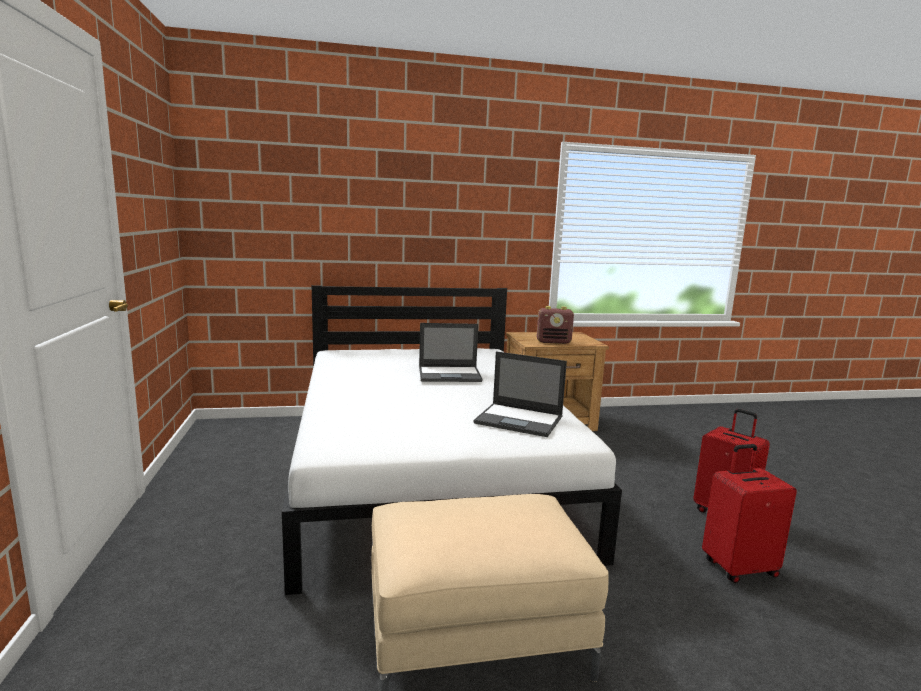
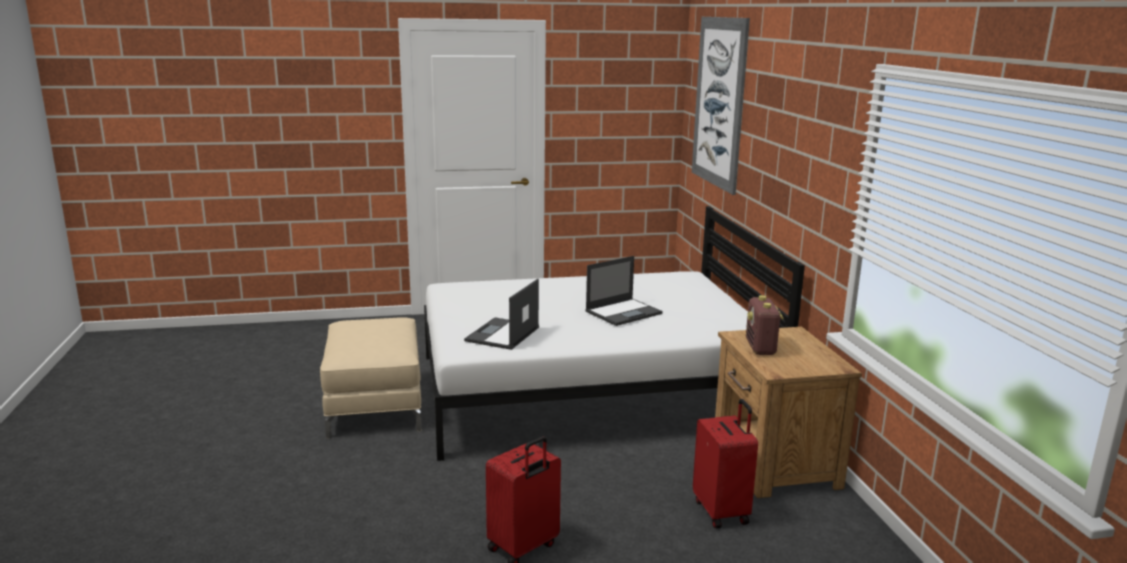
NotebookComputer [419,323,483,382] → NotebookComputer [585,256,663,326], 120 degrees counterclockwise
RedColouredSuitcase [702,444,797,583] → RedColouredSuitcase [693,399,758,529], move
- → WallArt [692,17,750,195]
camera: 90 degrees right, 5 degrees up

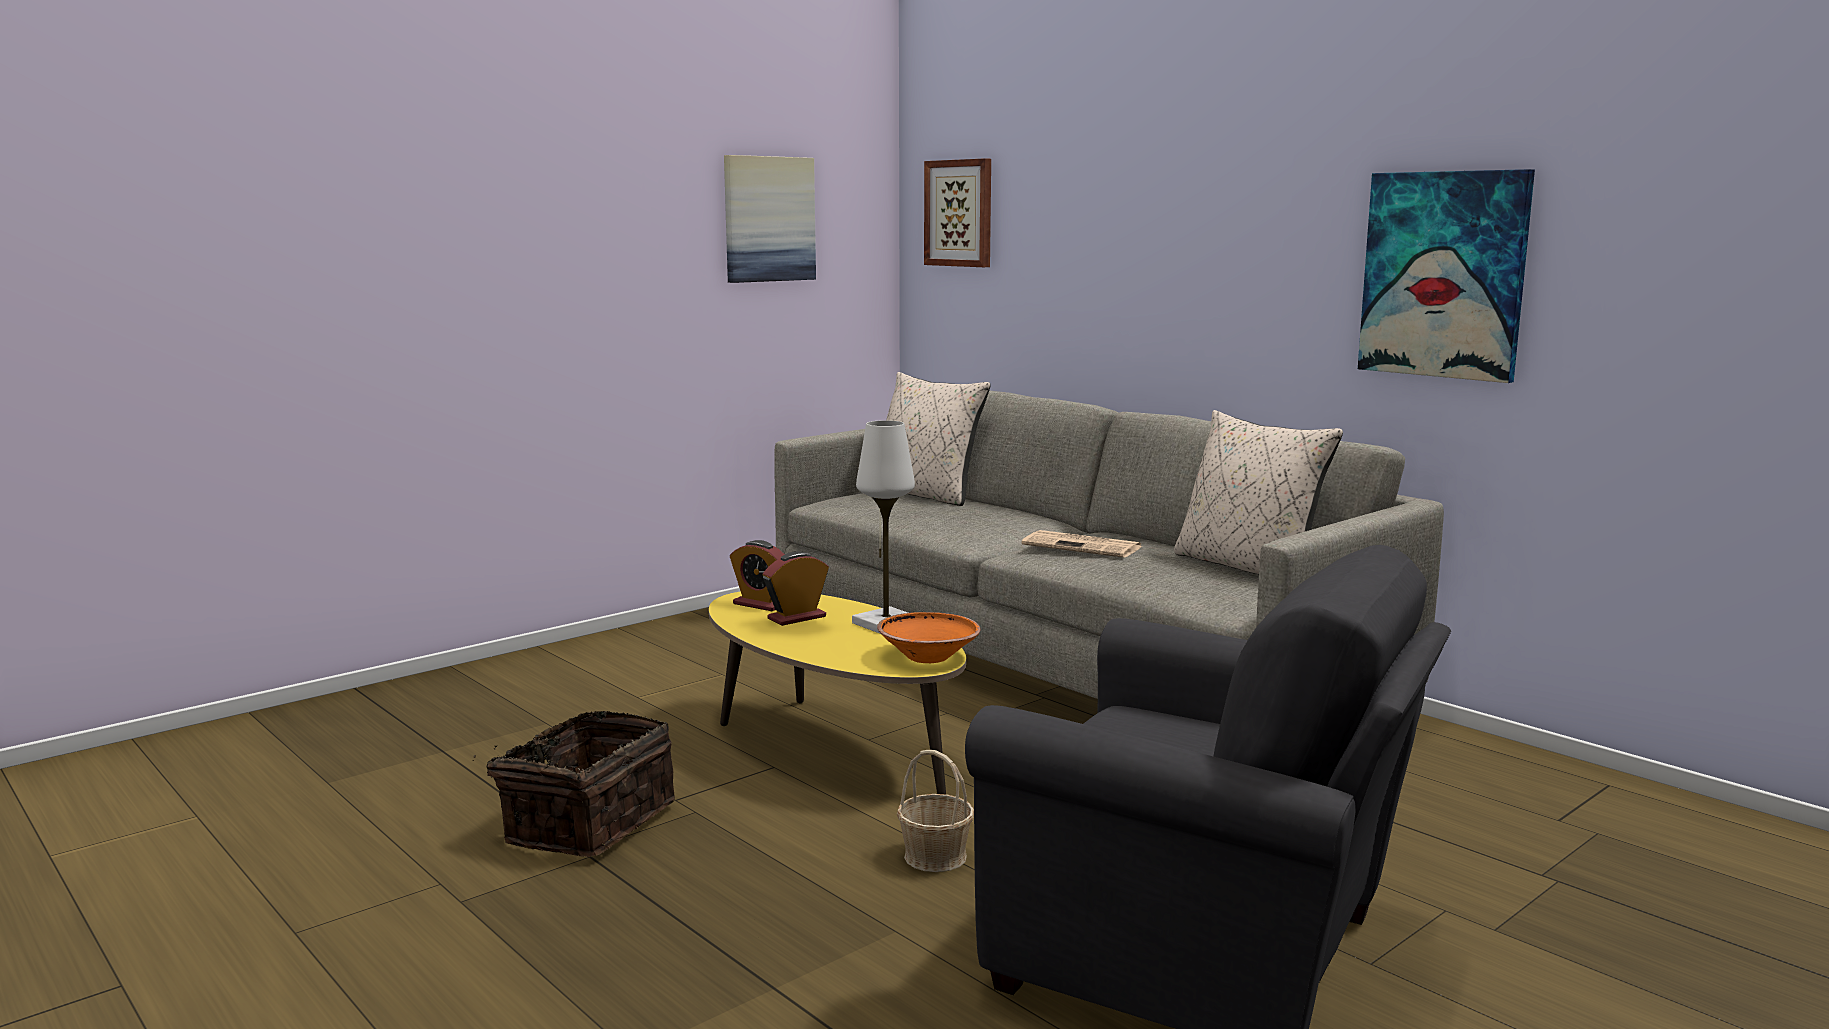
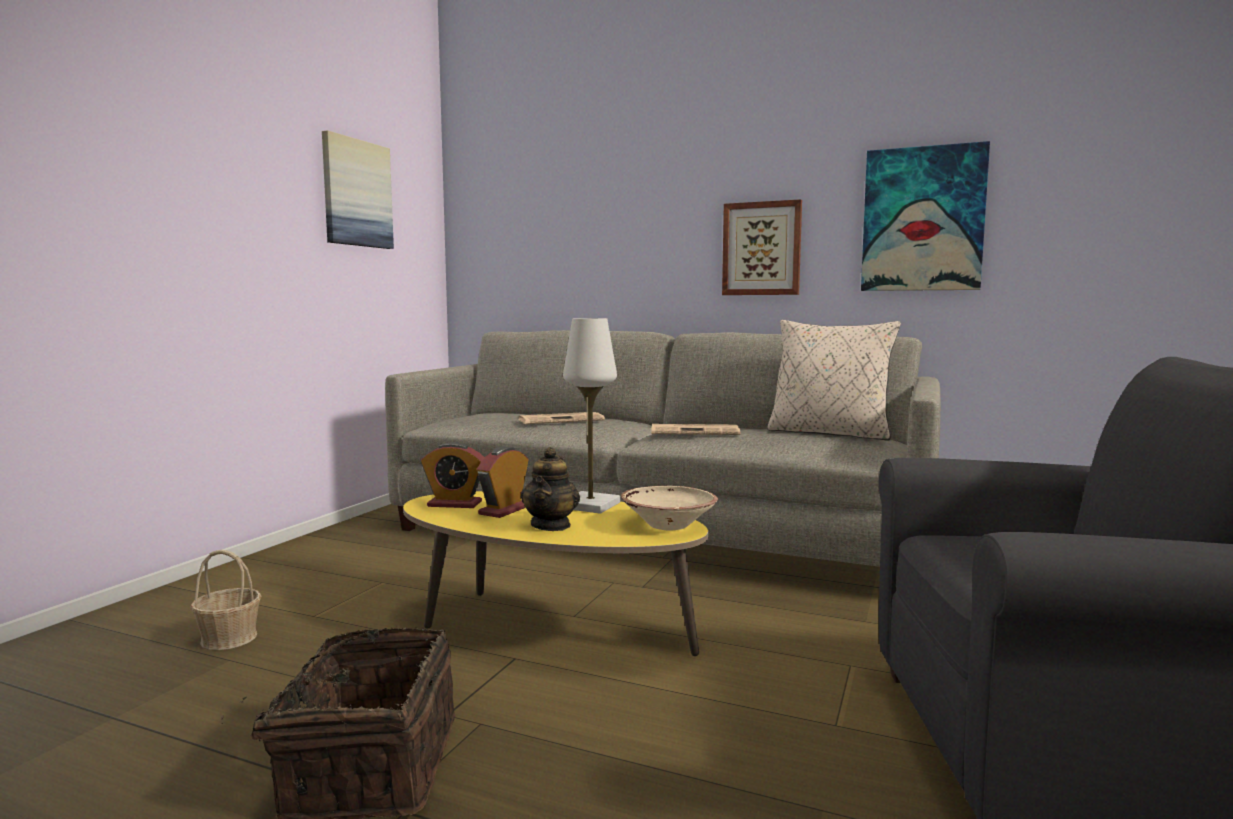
WallArt [924,158,991,267] → WallArt [722,199,802,295], move
BeigePillow [886,372,991,506] → -
OrangeyServingBowl [877,612,981,663] → BeigeServingBowl [621,486,718,530]
StorageBasket [897,750,974,872] → StorageBasket [190,550,261,650], move
- → DailyPaper [519,412,605,424]
- → PotForTea [521,447,580,531]
camera: 25 degrees left, 5 degrees down

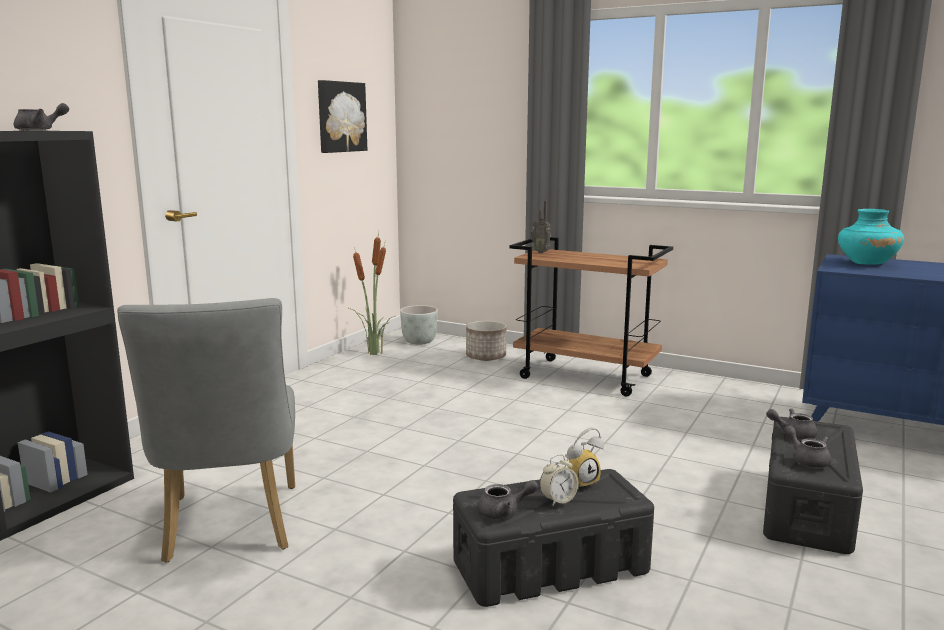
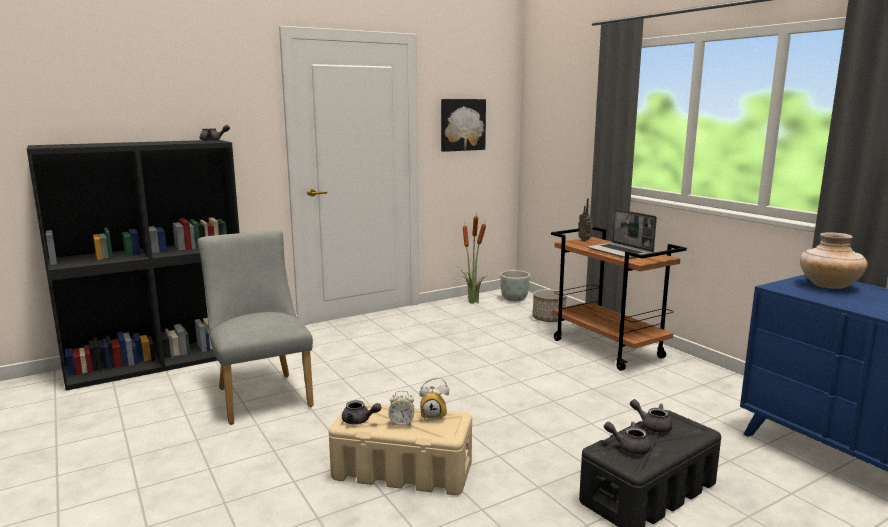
TurquoiseDecorativeVase [838,209,904,265] → BeigeDecorativeVase [800,232,868,289]
GrayPlainChair [117,298,295,563] → GrayPlainChair [198,230,314,425], 135 degrees clockwise
GrayPotForTea [784,425,831,468] → GrayPotForTea [604,422,651,454], 75 degrees counterclockwise
BlackStorageBox [453,469,654,607] → BeigeStorageBox [329,403,472,495]
- → NotebookComputer [587,209,657,259]
camera: 30 degrees right, 0 degrees up

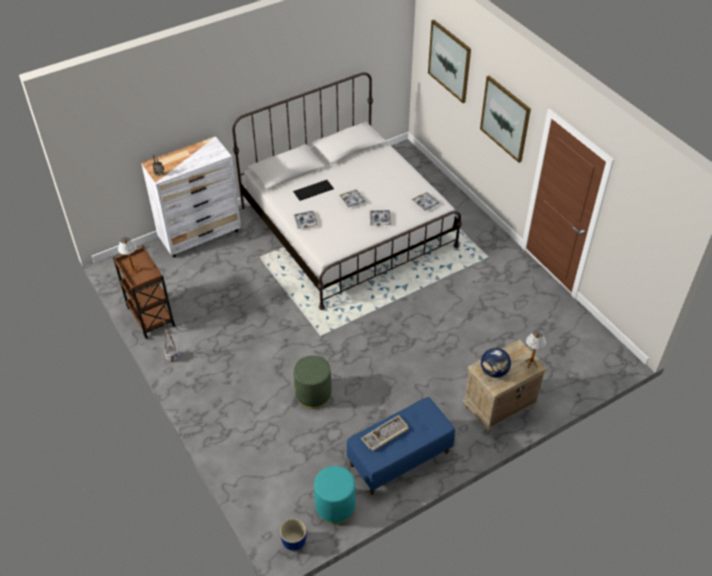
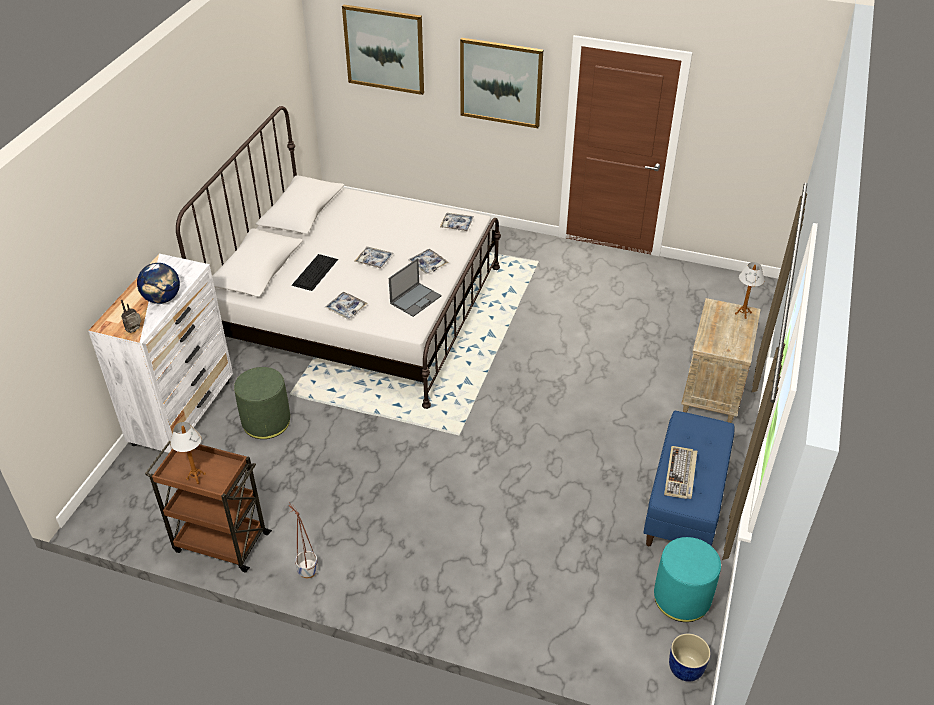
Globe [481,348,511,378] → Globe [137,263,180,304], move
GreenColouredFootrest [294,355,332,409] → GreenColouredFootrest [234,367,290,439], move
- → NotebookComputer [389,258,442,317]
camera: 40 degrees left, 5 degrees down

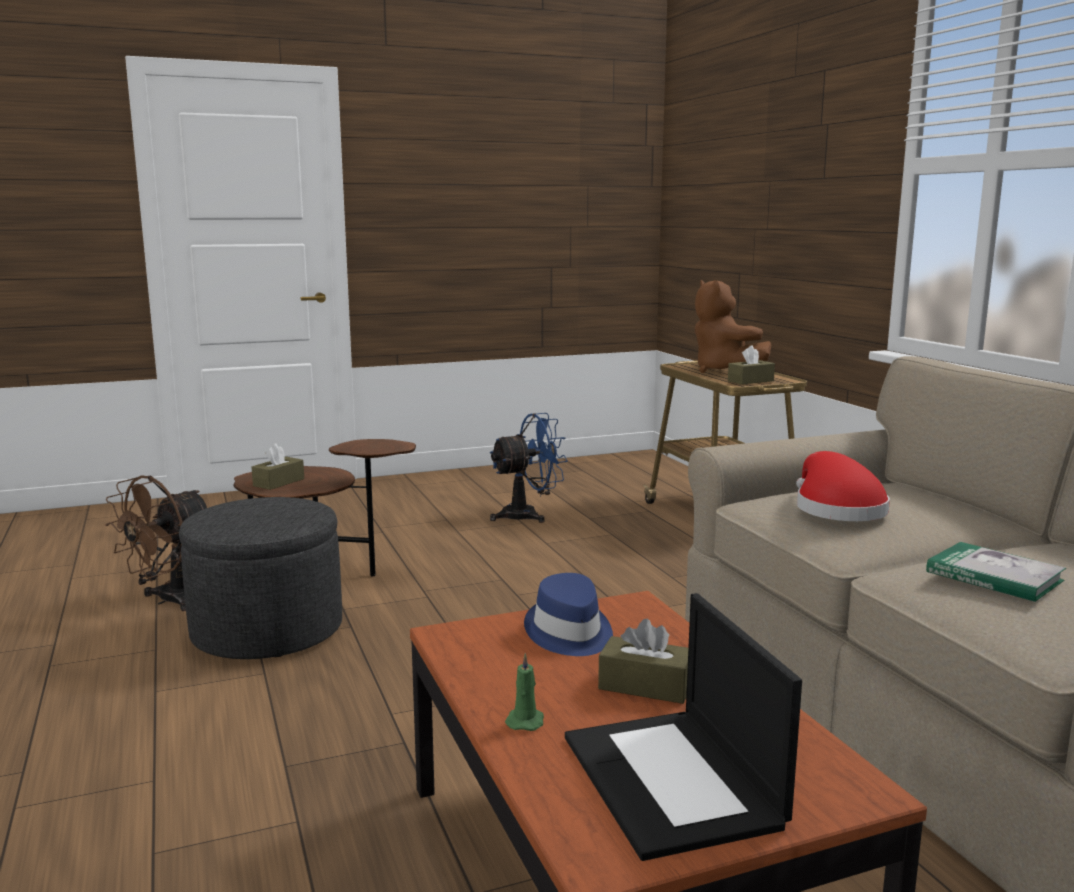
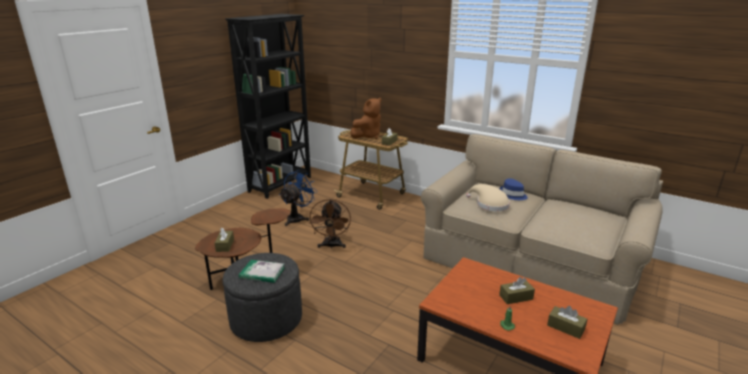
BrownishSoftToy [695,280,771,373] → BrownishSoftToy [350,98,382,139], 75 degrees counterclockwise
RedColouredWearableHat [796,451,890,521] → BeigeWearableHat [466,184,510,211]
BrownishFan [105,476,207,611] → BrownishFan [309,199,351,249], move
Volume [926,542,1066,602] → Volume [239,260,285,283], move
BlueColouredWearableHat [524,573,613,656] → BlueColouredWearableHat [500,178,528,200], move
NotebookComputer [565,593,802,861] → BrownishTissueBox [547,306,587,339]
- → BlackBookcase [225,14,311,199]
camera: 35 degrees left, 10 degrees up

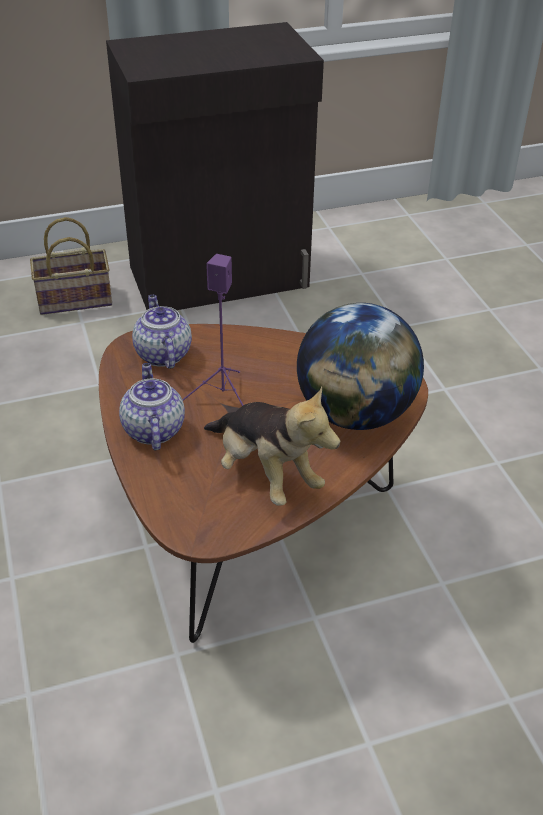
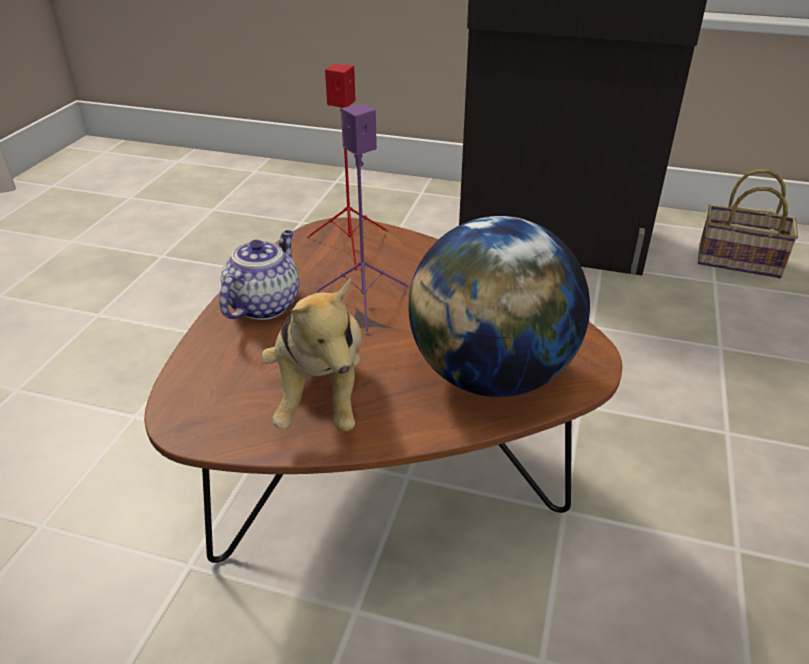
StorageBasket [30,217,112,315] → StorageBasket [698,169,798,278], move
PotForTea [132,295,192,369] → RedColouredSpeaker [307,64,388,270]
camera: 35 degrees right, 5 degrees down

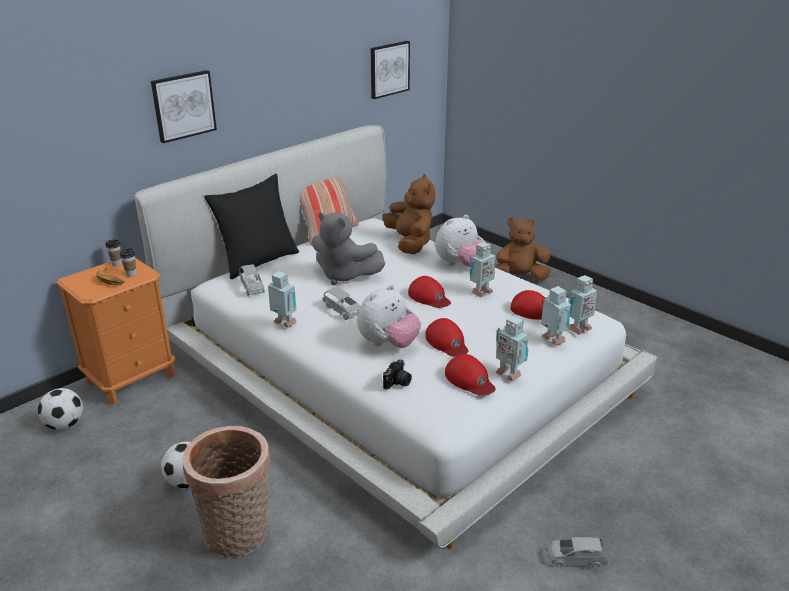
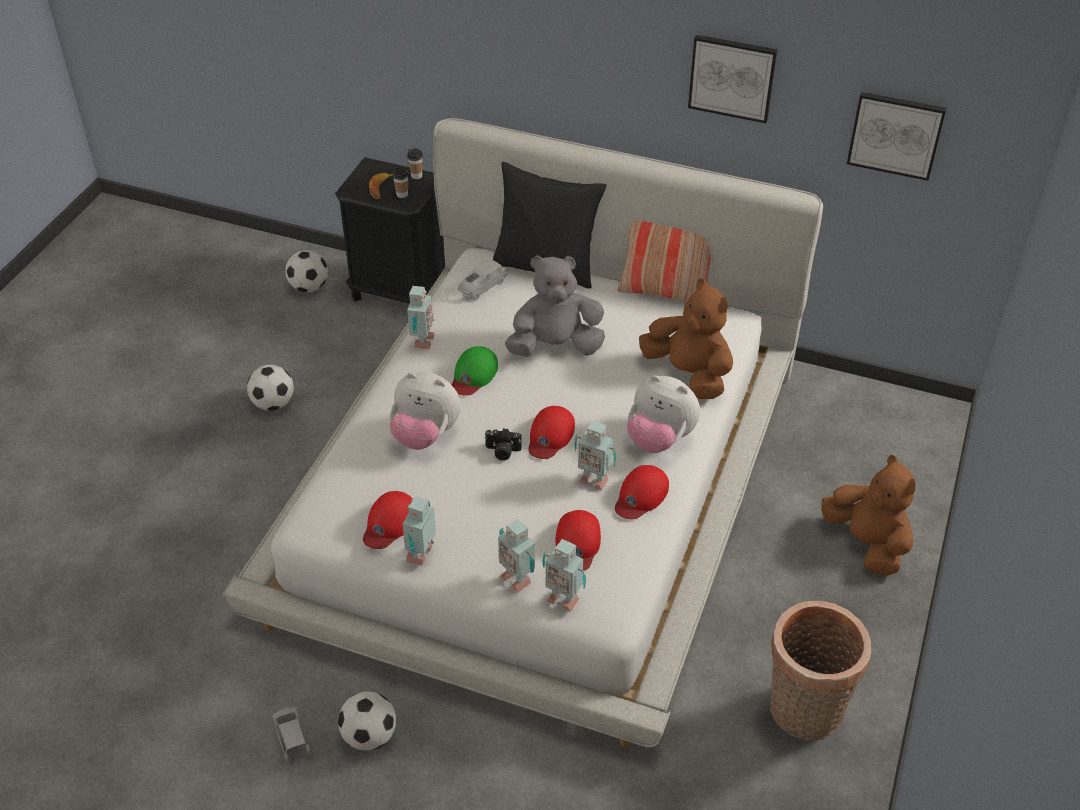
WallArt [151,70,217,143] → WallArt [688,35,778,123], move
BrownishSoftToy [383,174,435,254] → BrownishSoftToy [639,278,733,399], 90 degrees counterclockwise
GraySoftToy [312,212,385,285] → GraySoftToy [505,256,605,357], 75 degrees clockwise
OrangeyNightstand [56,258,176,404] → BlackNightstand [335,157,445,304]
ToyRobot [541,286,571,346] → ToyRobot [498,519,535,593], 105 degrees clockwise
GrayModelCar [323,287,361,320] → GreenColouredPeakedCap [452,346,498,396]
RedColouredPeakedCap [425,318,468,356] → RedColouredPeakedCap [615,465,669,519], move
StillCamera [383,359,412,390] → StillCamera [484,428,522,461], move
StorageBasket [182,426,271,558] → StorageBasket [770,601,871,740], move
- → BallForFootball [338,692,396,751]
camera: 65 degrees right, 15 degrees up

